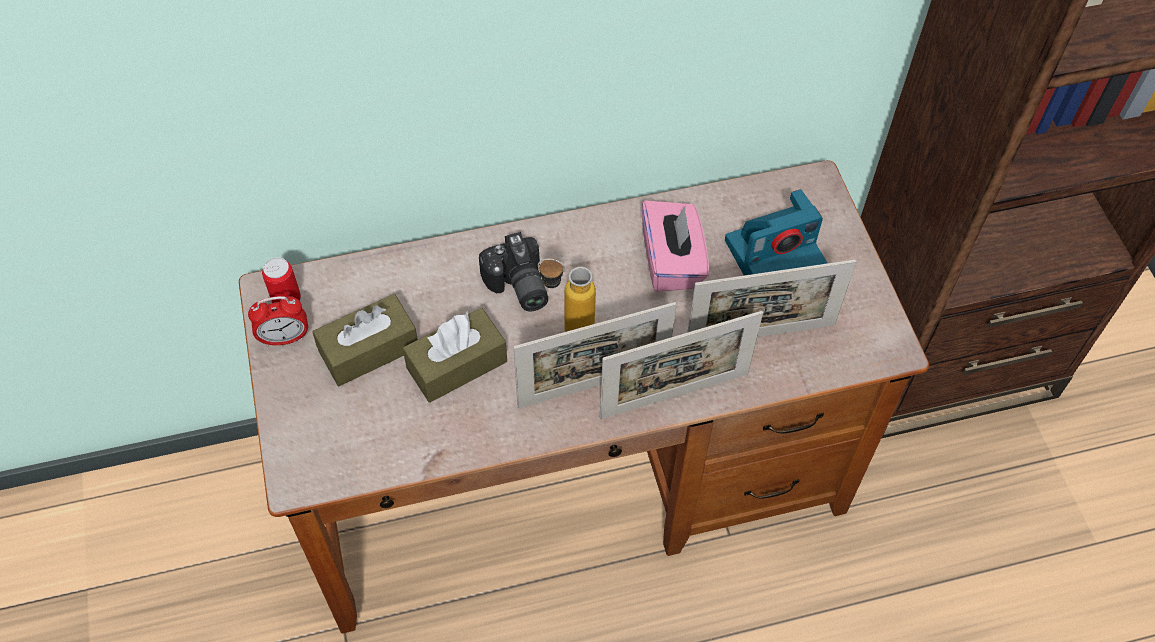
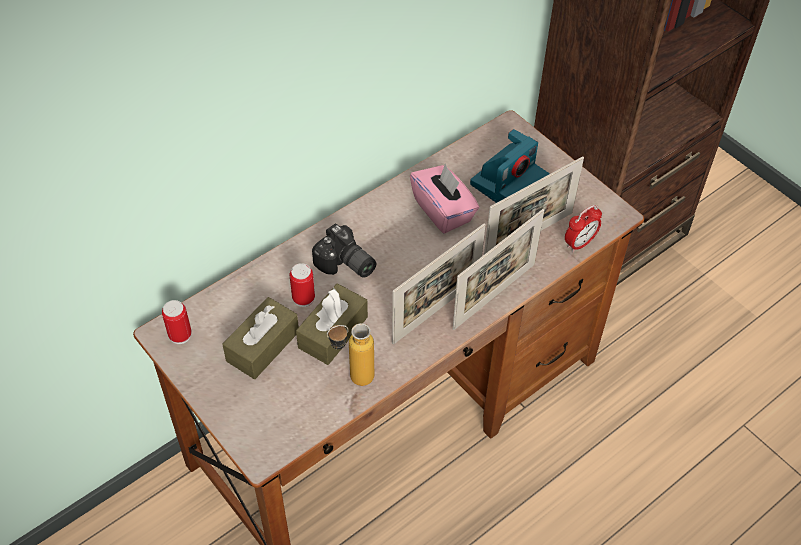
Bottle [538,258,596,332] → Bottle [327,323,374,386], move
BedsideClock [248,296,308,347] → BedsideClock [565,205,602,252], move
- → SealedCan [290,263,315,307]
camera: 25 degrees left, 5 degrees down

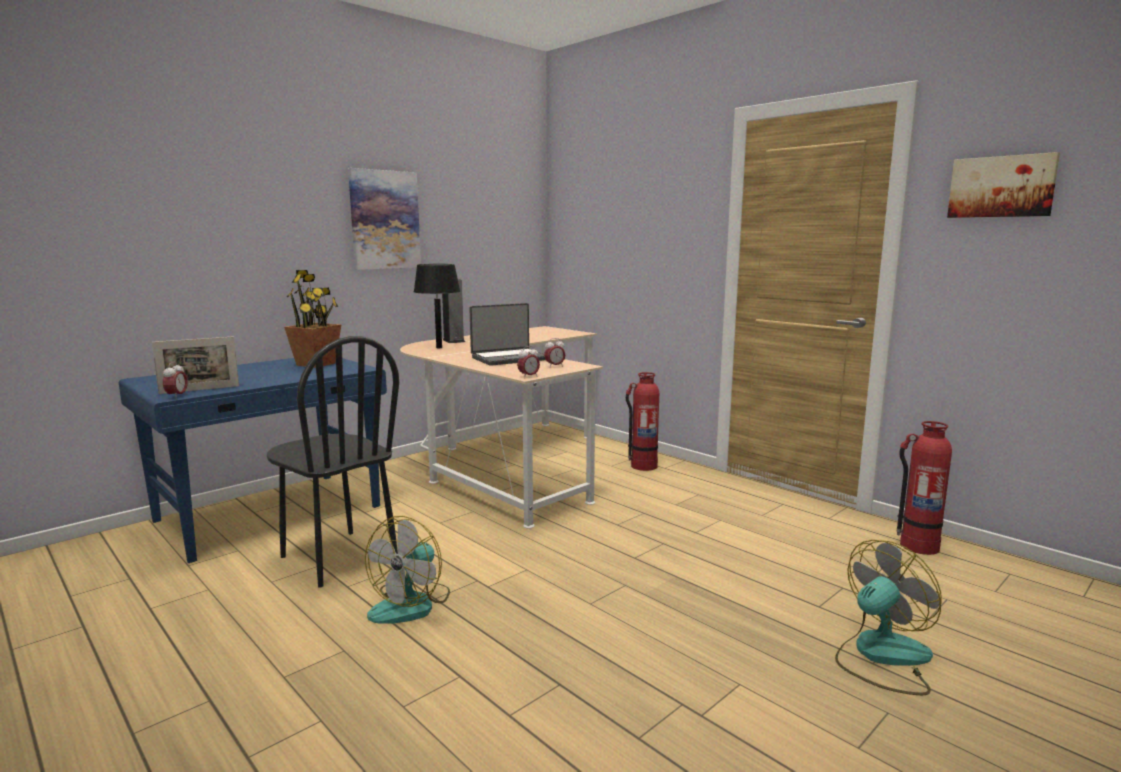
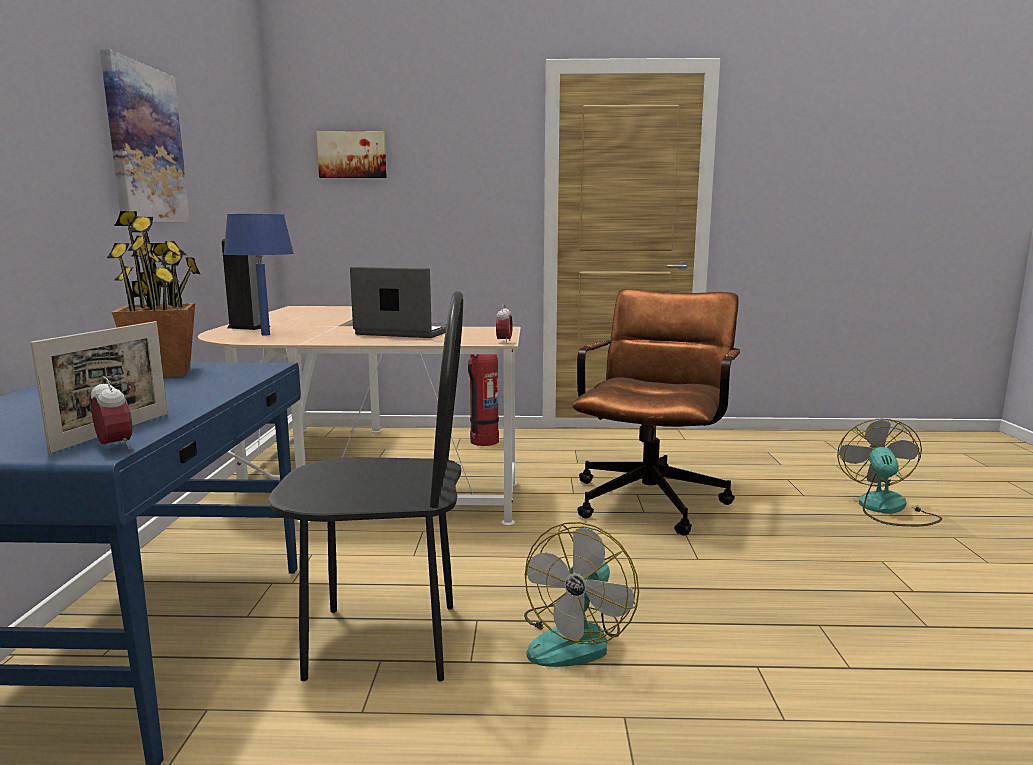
WallArt [947,152,1060,218] → WallArt [316,131,387,178], move
BlackTabletopLamp [414,264,460,348] → BlueColouredTabletopLamp [224,214,294,336]
NotebookComputer [469,303,546,366] → NotebookComputer [350,266,447,338], 90 degrees counterclockwise
BedsideClock [544,338,565,368] → -
Extinguisher [897,421,952,555] → -
Fan [365,516,450,624] → Fan [524,522,639,667], 45 degrees clockwise
- → BrownishDeskChair [572,289,740,536]
camera: 45 degrees left, 0 degrees up

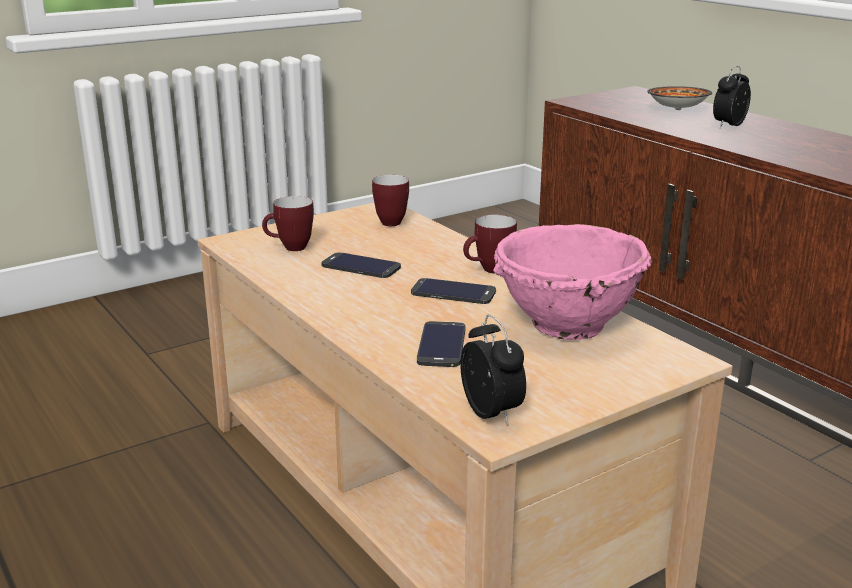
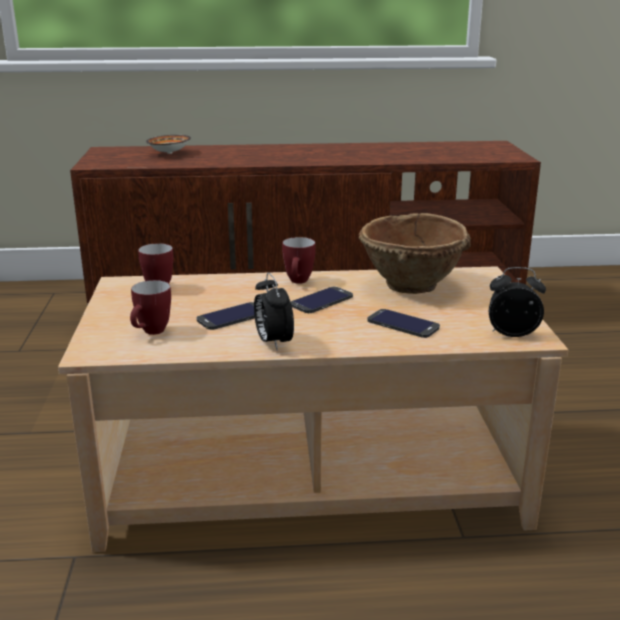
BedsideClock [713,66,751,128] → BedsideClock [254,272,294,351], move
PinkColouredServingBowl [493,224,652,340] → BrownishServingBowl [358,213,471,294]
camera: 60 degrees left, 0 degrees up

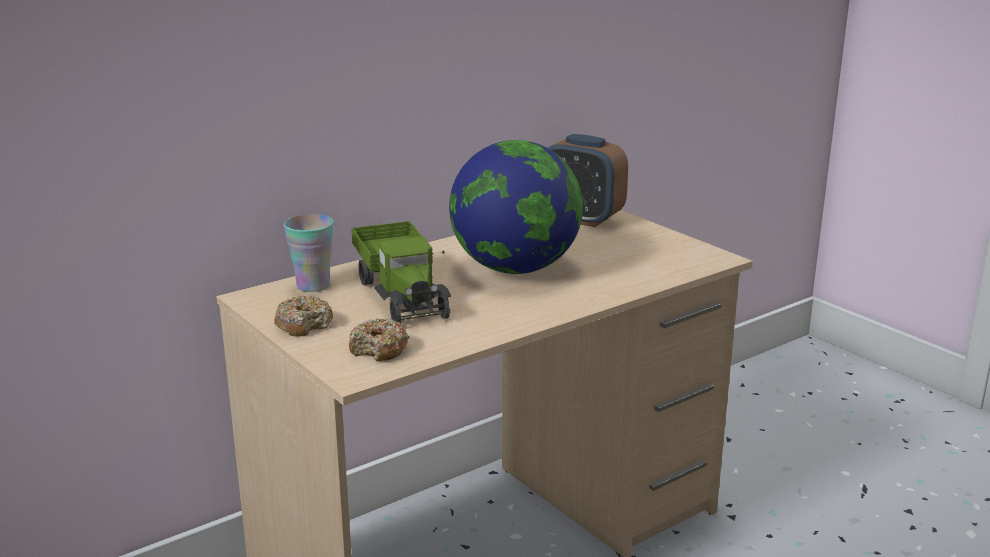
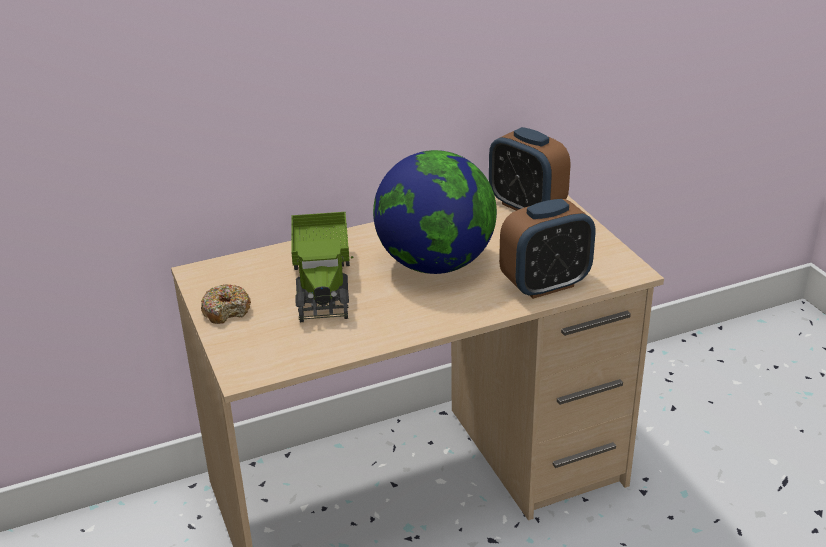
SmallCup [284,214,334,292] → -
Donut [349,318,409,361] → -
- → BedsideClock [499,199,595,299]
camera: 15 degrees right, 10 degrees up

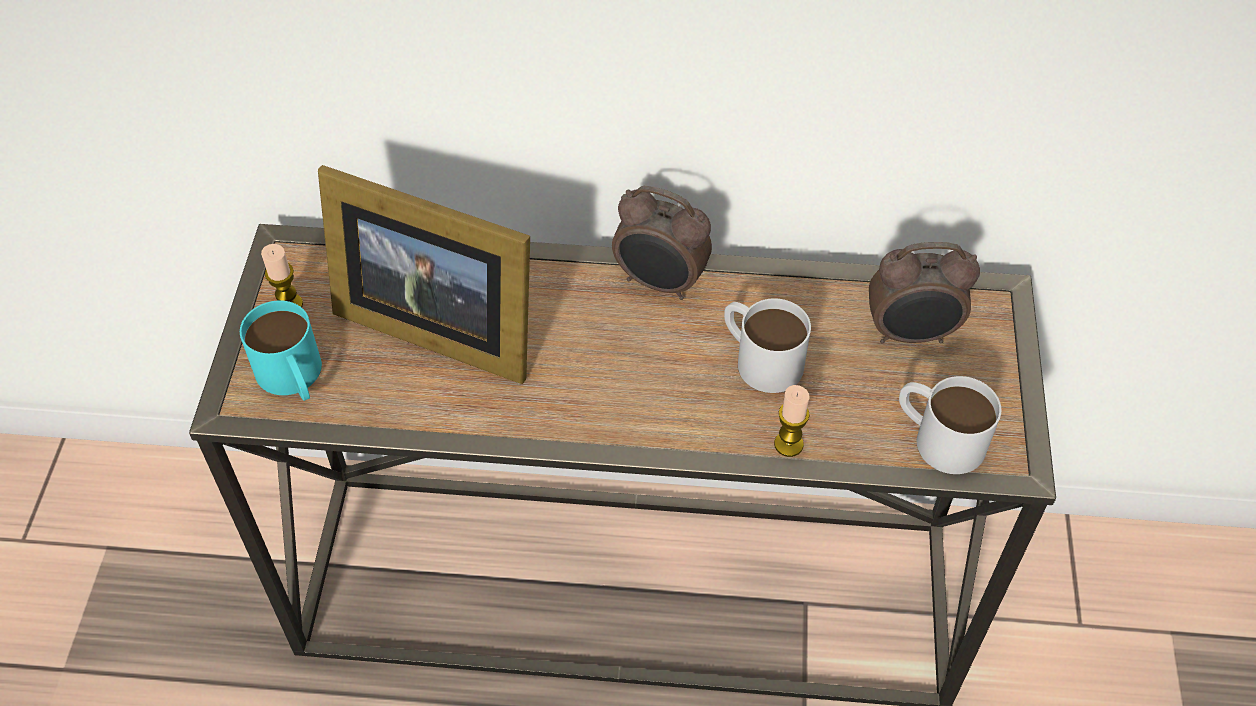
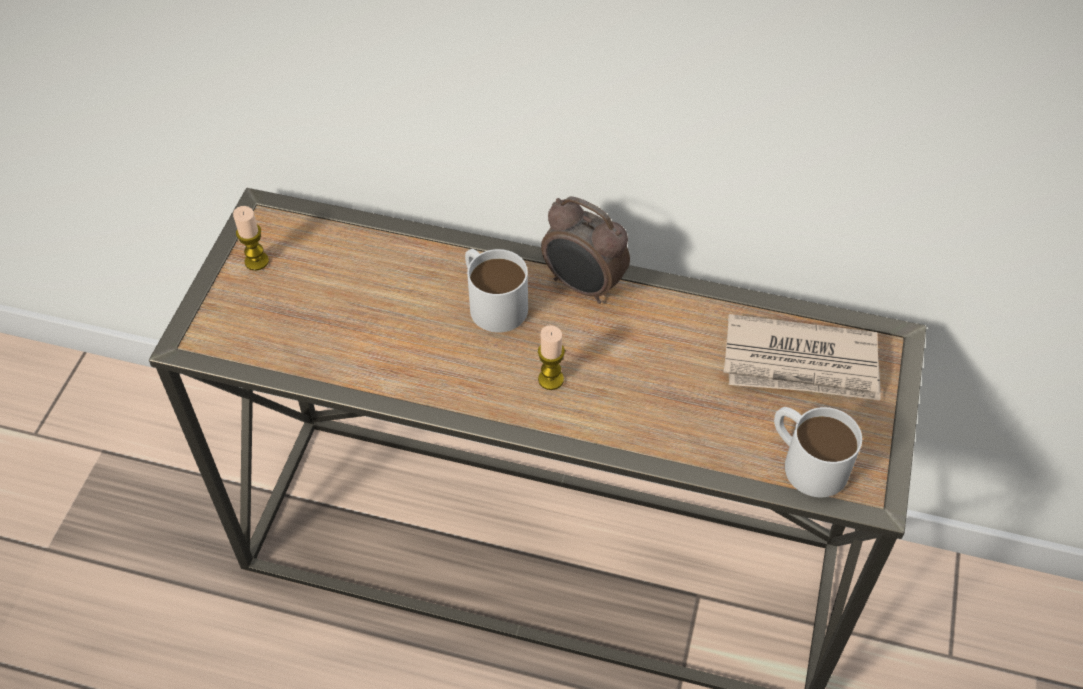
PhotoFrame [318,165,530,384] → -
BedsideClock [869,242,980,344] → DailyPaper [723,314,881,401]
WhitishMug [724,298,811,393] → WhitishMug [465,249,528,333], move
TurquoiseMug [240,300,322,401] → -
WaxLight [774,385,810,457] → WaxLight [538,325,565,390], move
camera: 10 degrees right, 0 degrees up

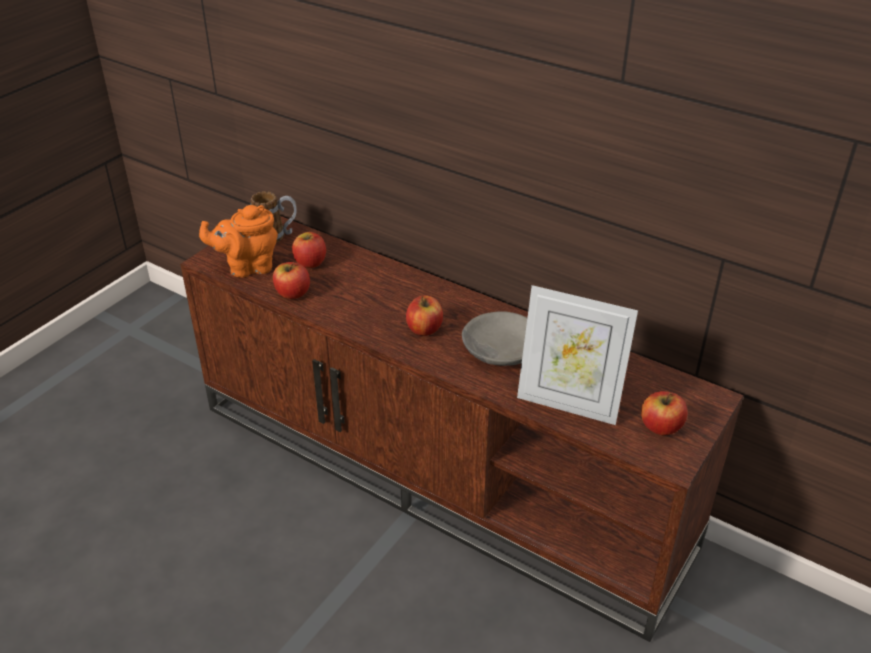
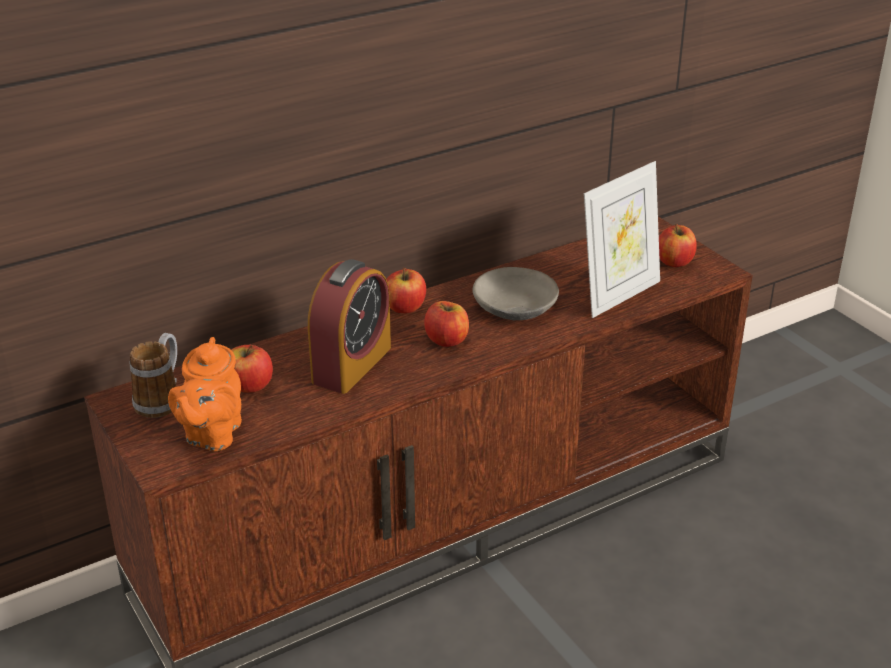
Apple [273,262,310,299] → Apple [386,268,426,313], move
- → BedsideClock [308,259,391,394]
camera: 65 degrees left, 5 degrees down

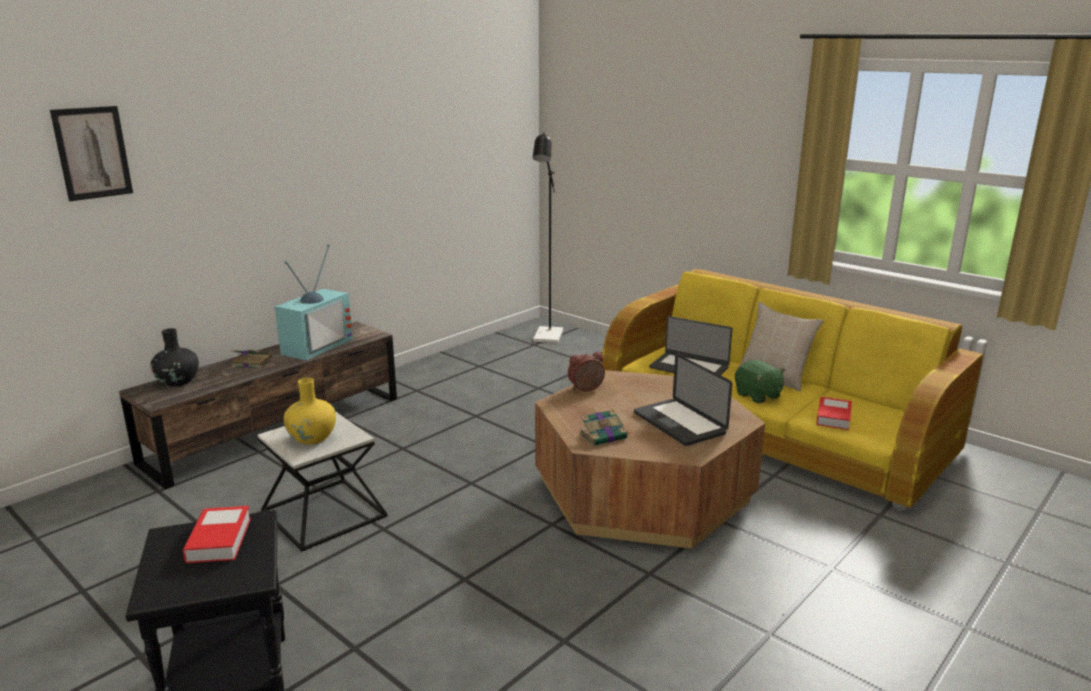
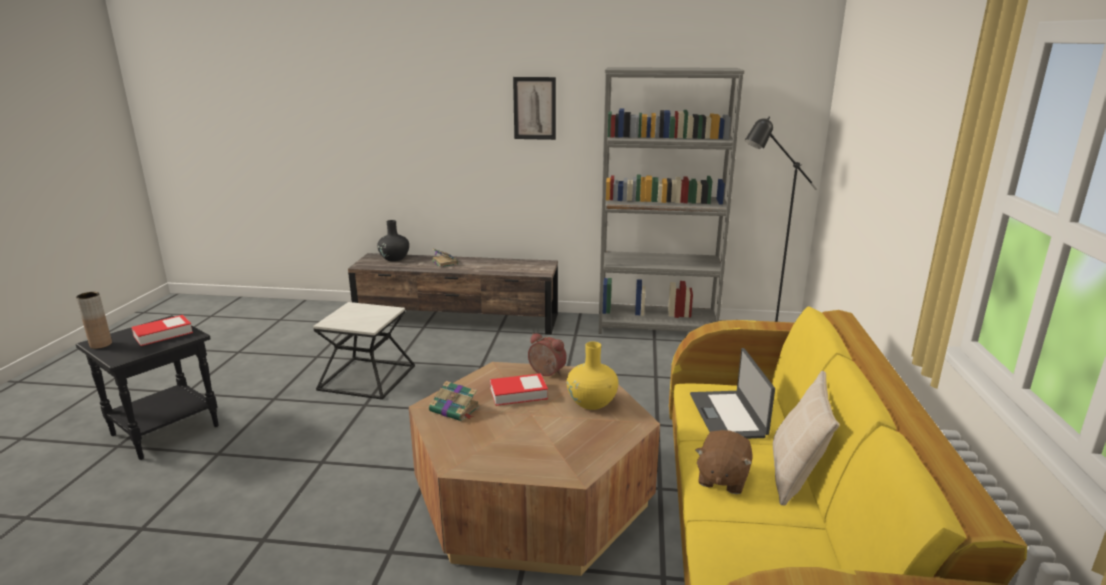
WallArt [50,106,133,201] → WallArt [513,77,556,140], move
Television [275,244,353,361] → -
NotebookComputer [634,354,732,446] → -
GreenColouredSoftToy [735,360,785,404] → BrownishSoftToy [695,430,752,494]
YellowishDecorativeVase [283,378,336,445] → YellowishDecorativeVase [567,342,618,410], move
Volume [816,397,852,430] → Volume [490,373,548,406], move
- → GrayBookcase [599,67,745,334]
- → BrownishDecorativeVase [76,292,112,349]
camera: 55 degrees right, 0 degrees up

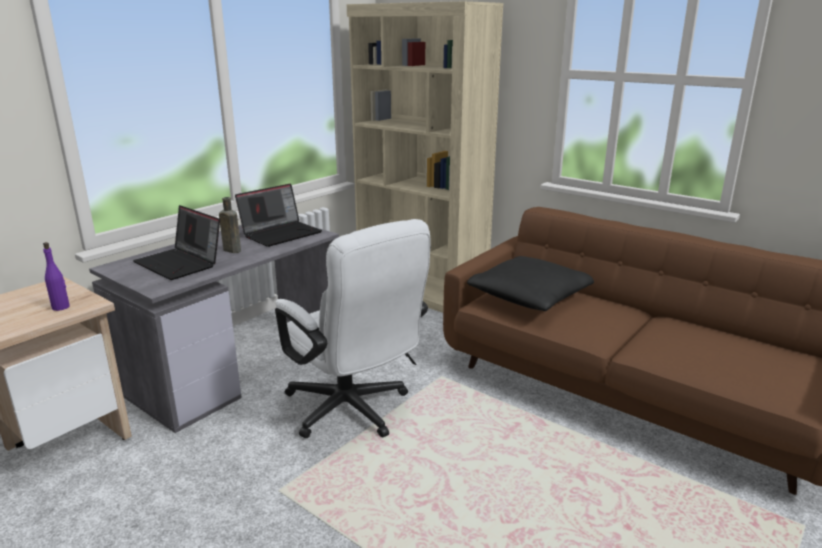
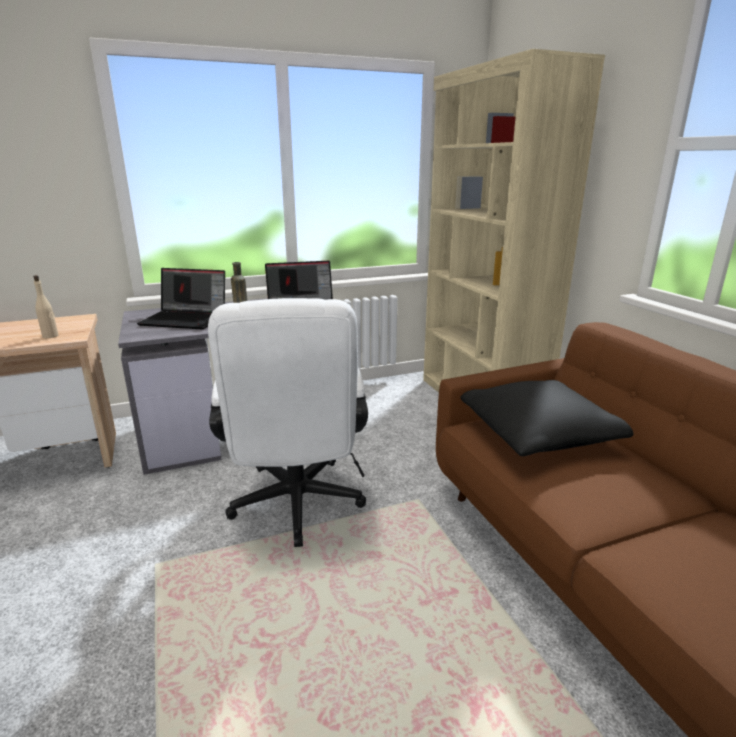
NotebookComputer [133,205,220,280] → NotebookComputer [137,268,225,329], 60 degrees counterclockwise
PurplishBottle [43,242,70,311] → BeigeBottle [33,275,58,338]
camera: 30 degrees right, 0 degrees up

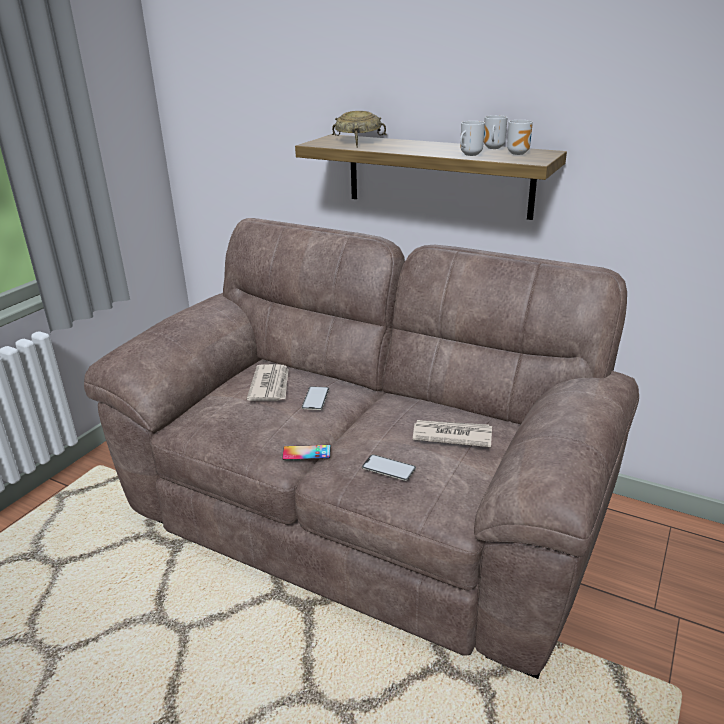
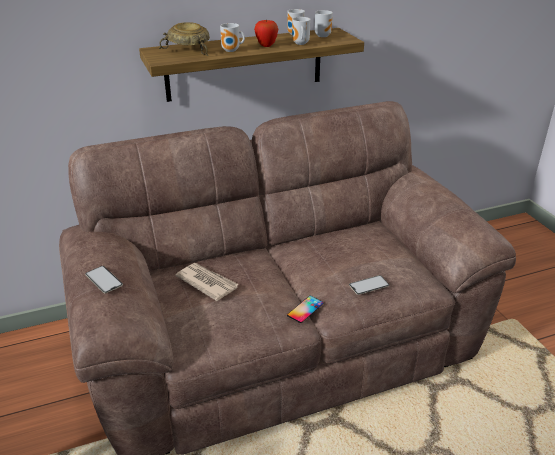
Phone [301,386,329,410] → Phone [85,266,123,293], move
DailyPaper [413,420,492,447] → -
- → Apple [254,19,278,47]
- → Mug [220,23,245,52]
camera: 50 degrees left, 5 degrees up

